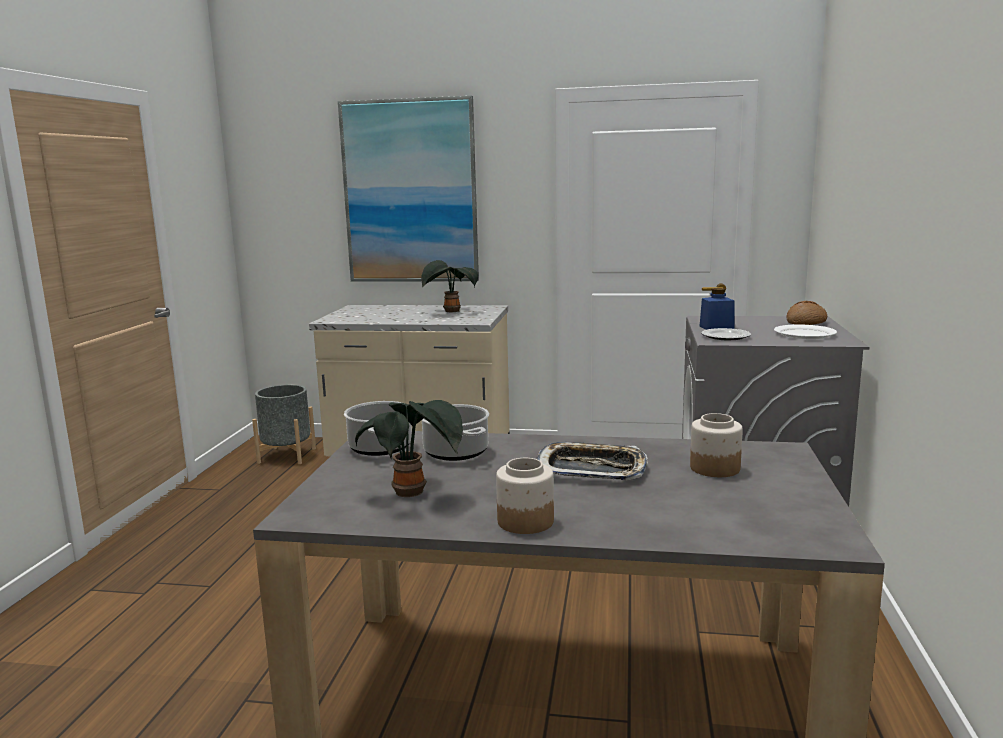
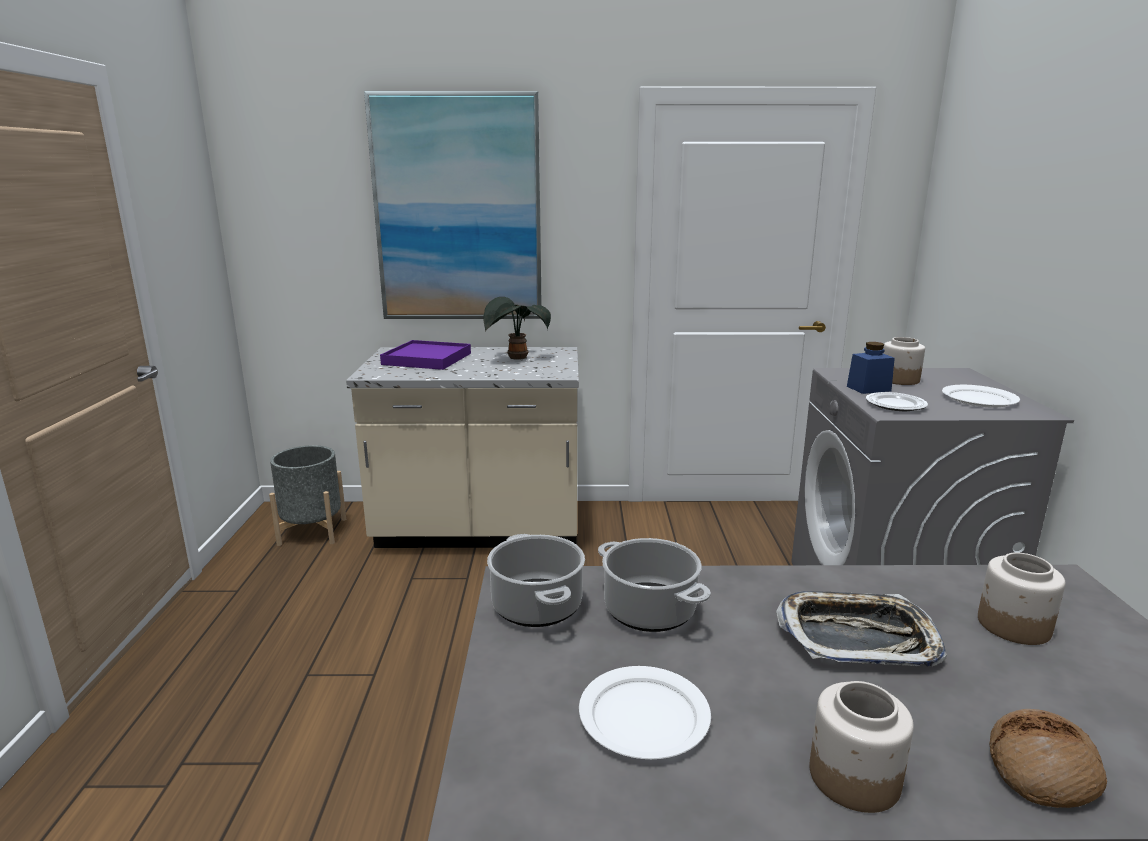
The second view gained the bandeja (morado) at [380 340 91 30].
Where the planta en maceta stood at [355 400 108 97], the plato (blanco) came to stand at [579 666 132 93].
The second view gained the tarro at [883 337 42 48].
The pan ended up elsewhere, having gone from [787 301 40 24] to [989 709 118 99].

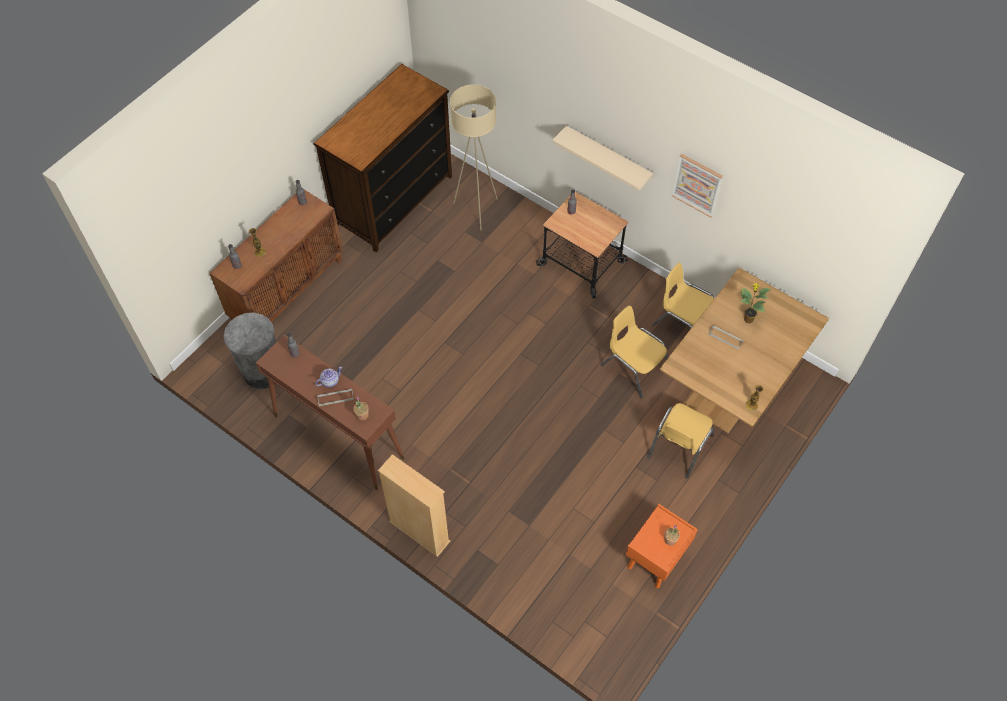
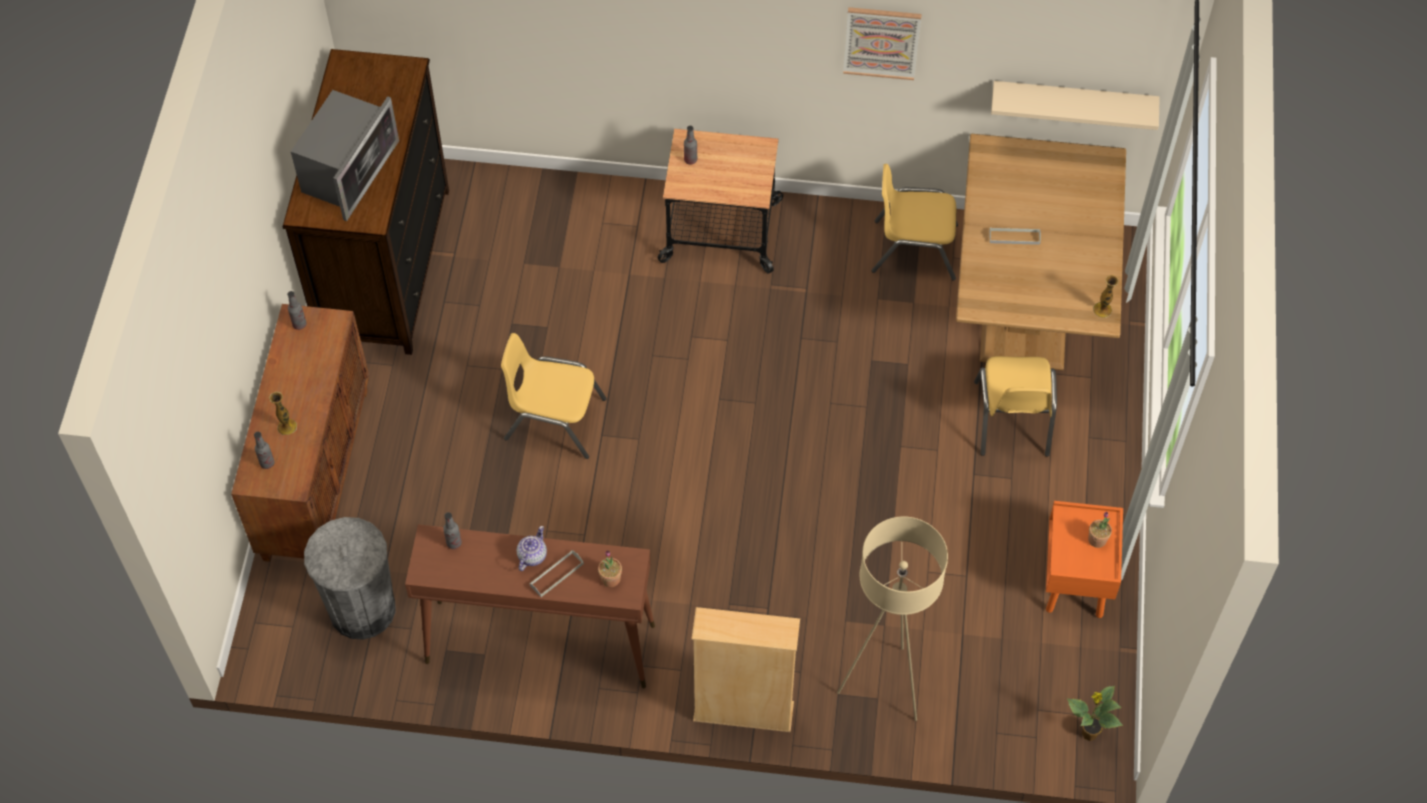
The second view gained the microondas at [291 90 108 131].
The silla (amarillo) ended up elsewhere, having gone from [600 305 68 93] to [501 333 106 126].
The lámpara de pie (beis) ended up elsewhere, having gone from [450 84 48 146] to [837 516 111 205].
The estante (beis) ended up elsewhere, having gone from [552 126 101 65] to [991 81 169 49].
The planta en maceta ended up elsewhere, having gone from [740 283 32 40] to [1067 686 56 55].

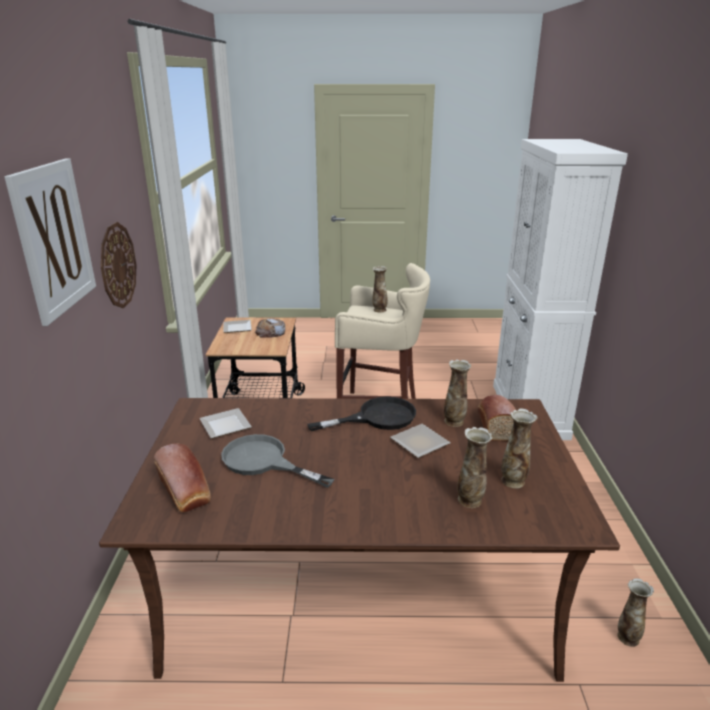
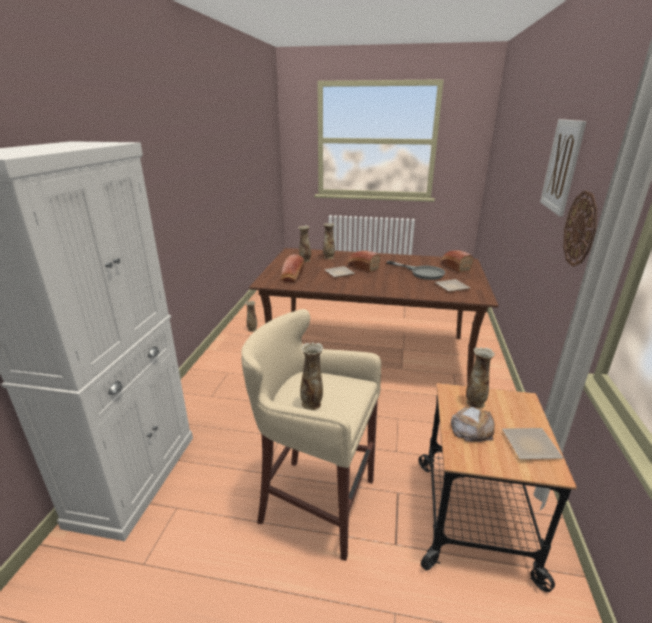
The second view gained the pan at [347 251 34 21].
The florero ended up elsewhere, having gone from [444 359 27 68] to [466 347 29 62].
The second view lost the sartén (negro) at [307 396 109 35].

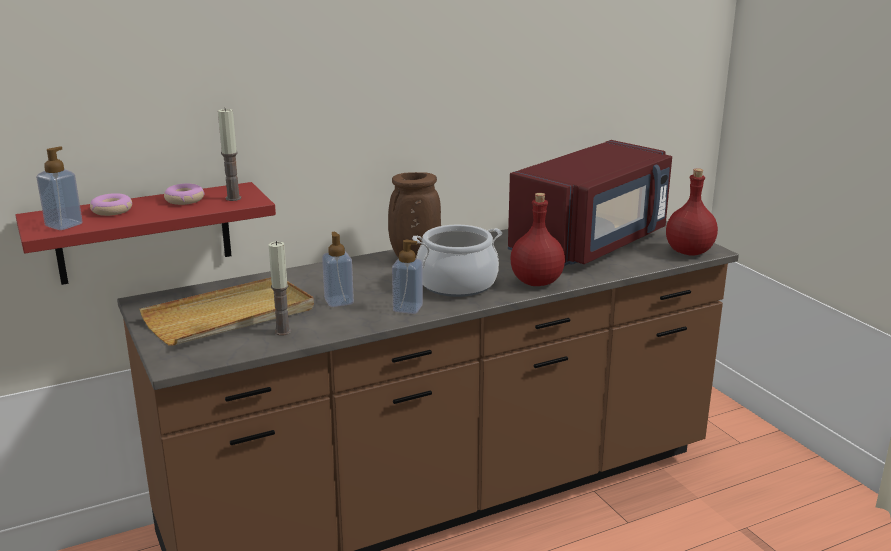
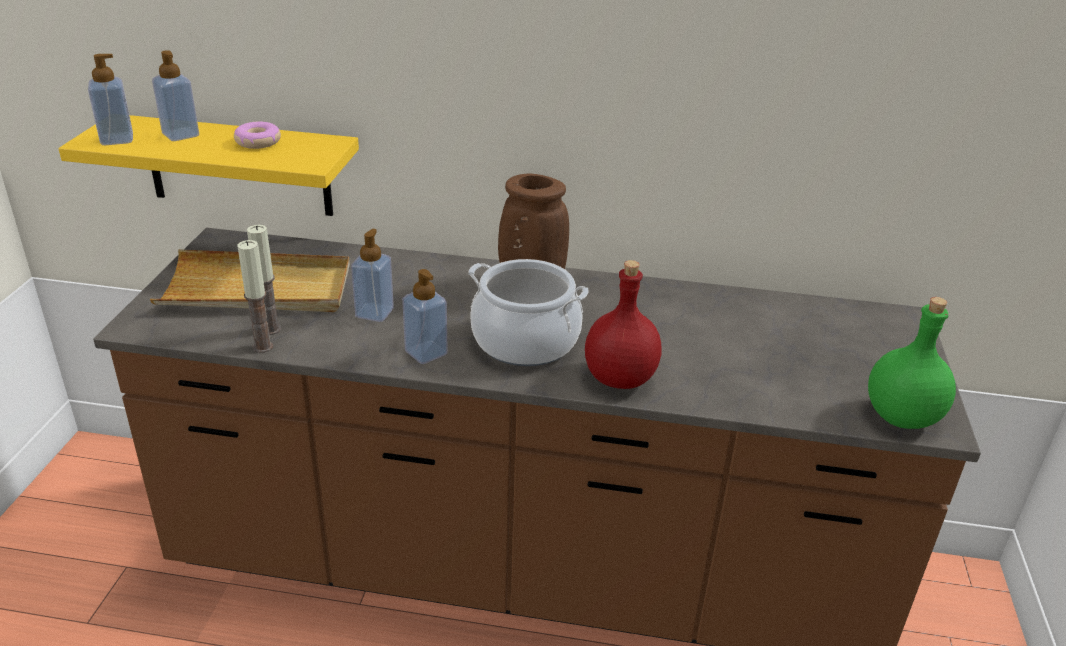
What was the estante (rojo) at [15 182 261 103] turned into the estante (amarillo) at [58 115 301 101].
Where the rosquilla stood at [90 193 42 23], the dispensador de jabón came to stand at [152 50 47 91].
The vela ended up elsewhere, having gone from [218 109 23 92] to [237 240 36 113].
What was the botella (rojo) at [666 168 52 88] turned into the botella (verde) at [868 297 88 132].
The second view lost the microondas (rojo) at [508 140 164 126].

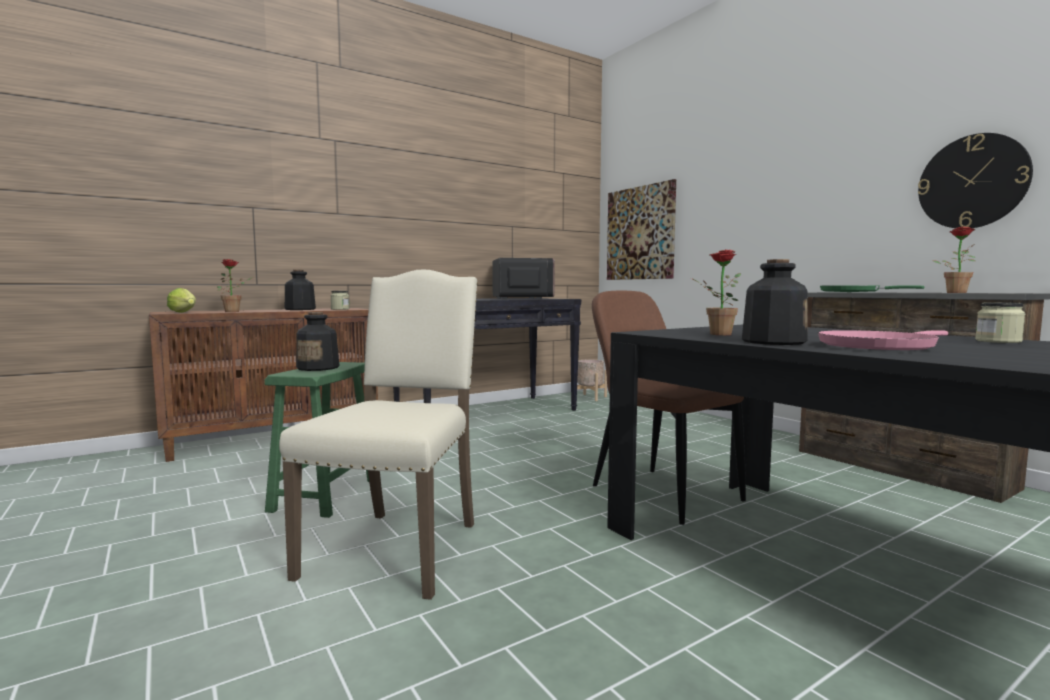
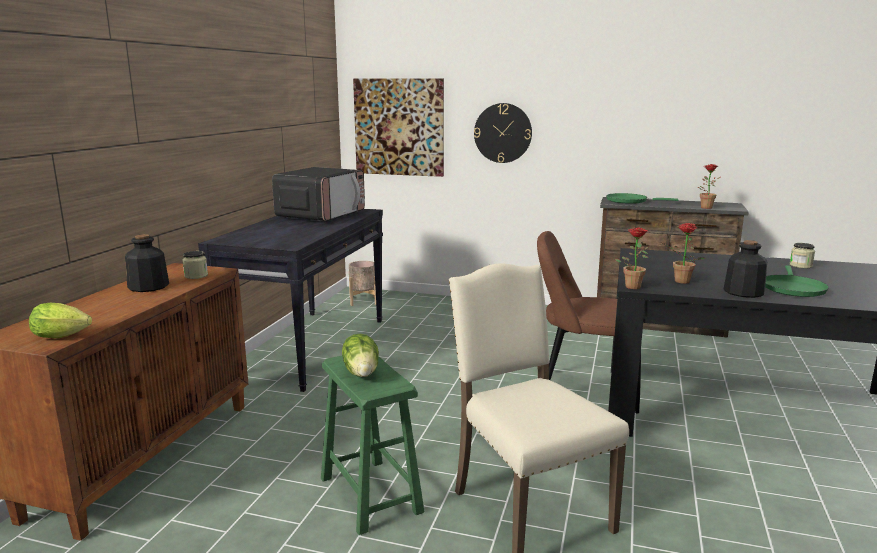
The microondas at [492 258 63 41] ended up facing another way, 75 degrees clockwise from before.
Where the botella stood at [296 312 44 59], the lechuga came to stand at [342 334 37 43].
The reloj de pared ended up elsewhere, having gone from [918 133 115 95] to [474 103 58 60].
The planta en maceta ended up elsewhere, having gone from [217 259 37 53] to [615 228 33 61].
What was the sartén (rosa) at [818 330 130 20] turned into the sartén (verde) at [765 265 64 32].

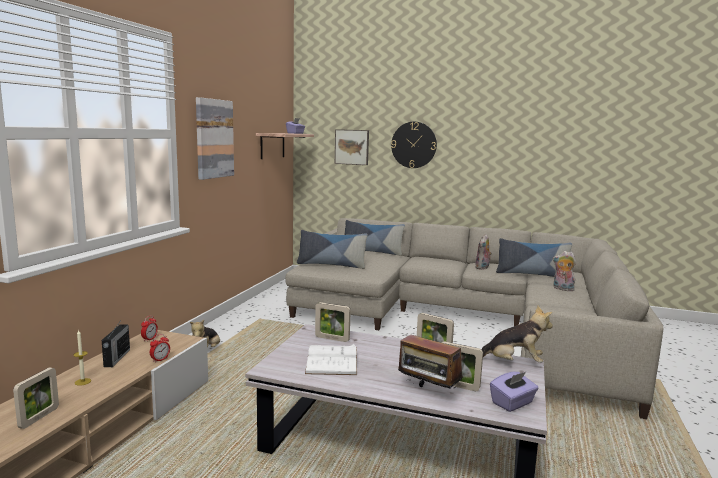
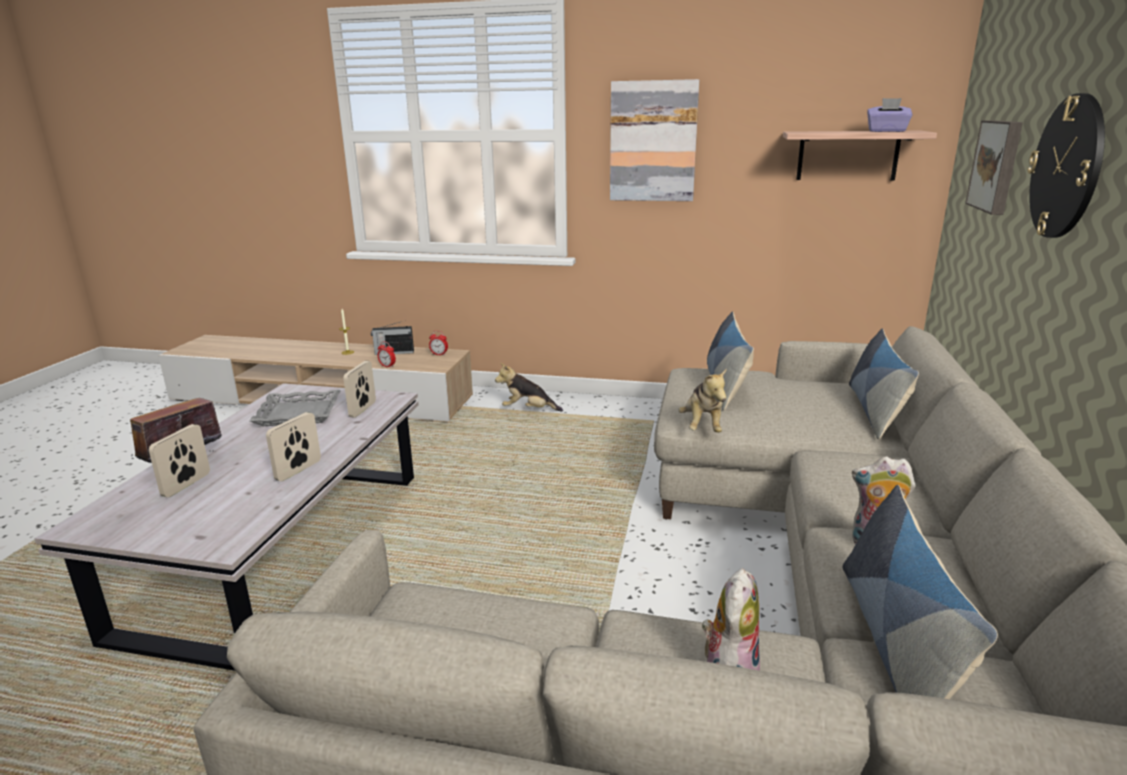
Where the libro (blanco) stood at [305 344 52 31], the bandeja (gris) came to stand at [249 390 92 36].
The peluche ended up elsewhere, having gone from [481 305 72 58] to [679 368 48 64].
The second view lost the portarretratos at [13 367 46 62].
The second view lost the caja de pañuelos (morado) at [490 372 48 40].

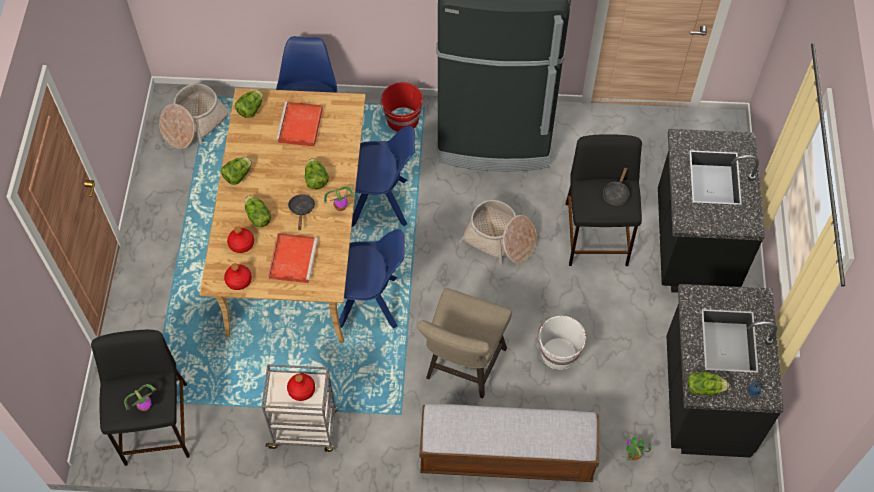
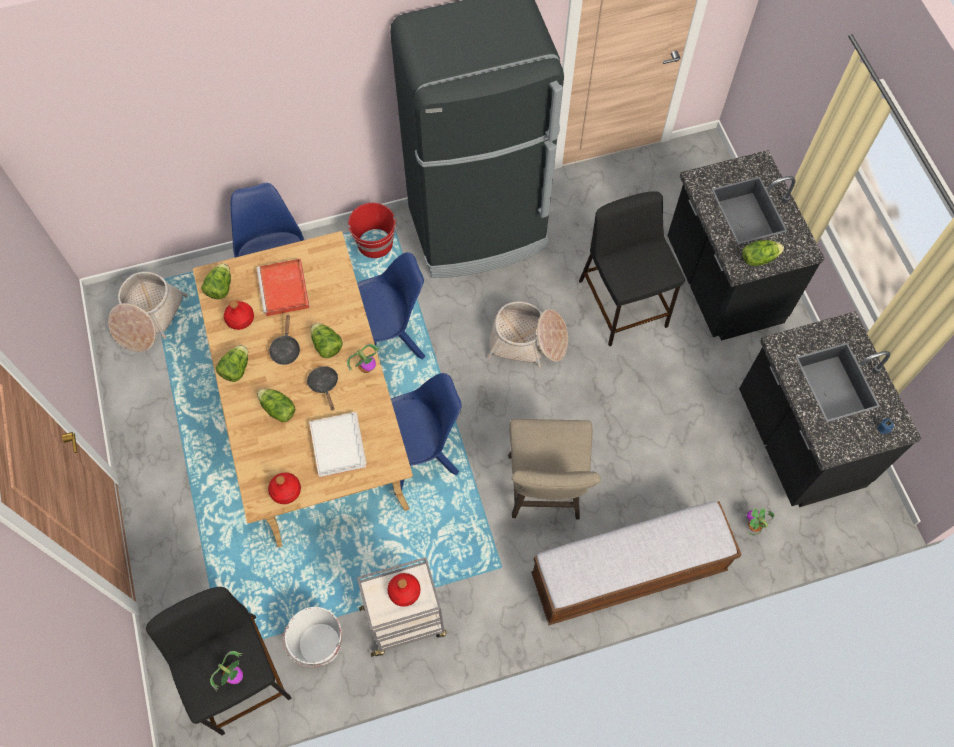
The botella (rojo) ended up elsewhere, having gone from [227 226 27 27] to [224 300 30 30].
The sartén (negro) ended up elsewhere, having gone from [603 168 26 38] to [269 315 31 50].
The cubo (blanco) ended up elsewhere, having gone from [537 316 49 54] to [283 607 59 60].
What was the bandeja (rojo) at [268 233 50 50] turned into the bandeja (blanco) at [309 412 58 65].
The lechuga ended up elsewhere, having gone from [687 372 42 24] to [742 240 42 26].

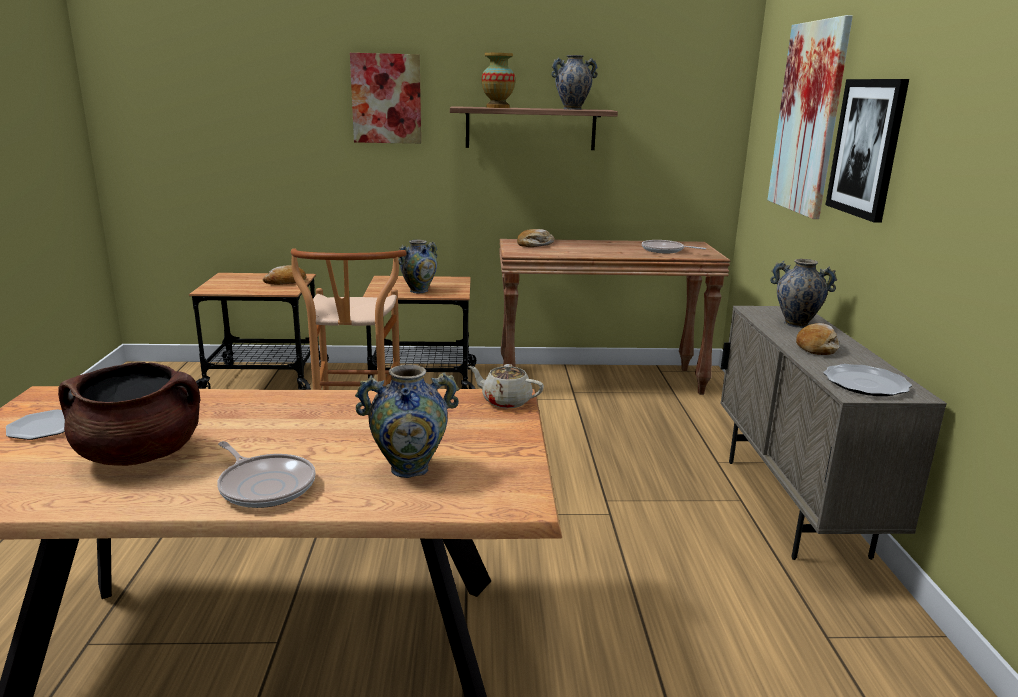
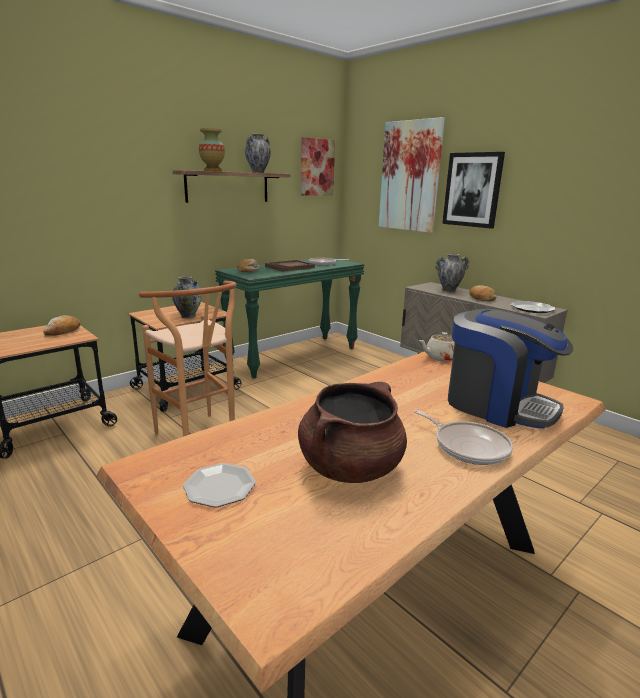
What was the mesa consola (marrón) at [499 239 231 156] turned into the mesa consola (verde) at [215 257 149 122].
The second view gained the bandeja (marrón) at [265 260 50 12].
The cuadro ended up elsewhere, having gone from [350 53 71 91] to [301 137 34 58].
The sartén at [217 441 99 67] ended up facing another way, 45 degrees clockwise from before.
Where the florero stood at [355 364 104 114], the cafetera came to stand at [448 309 125 120].

